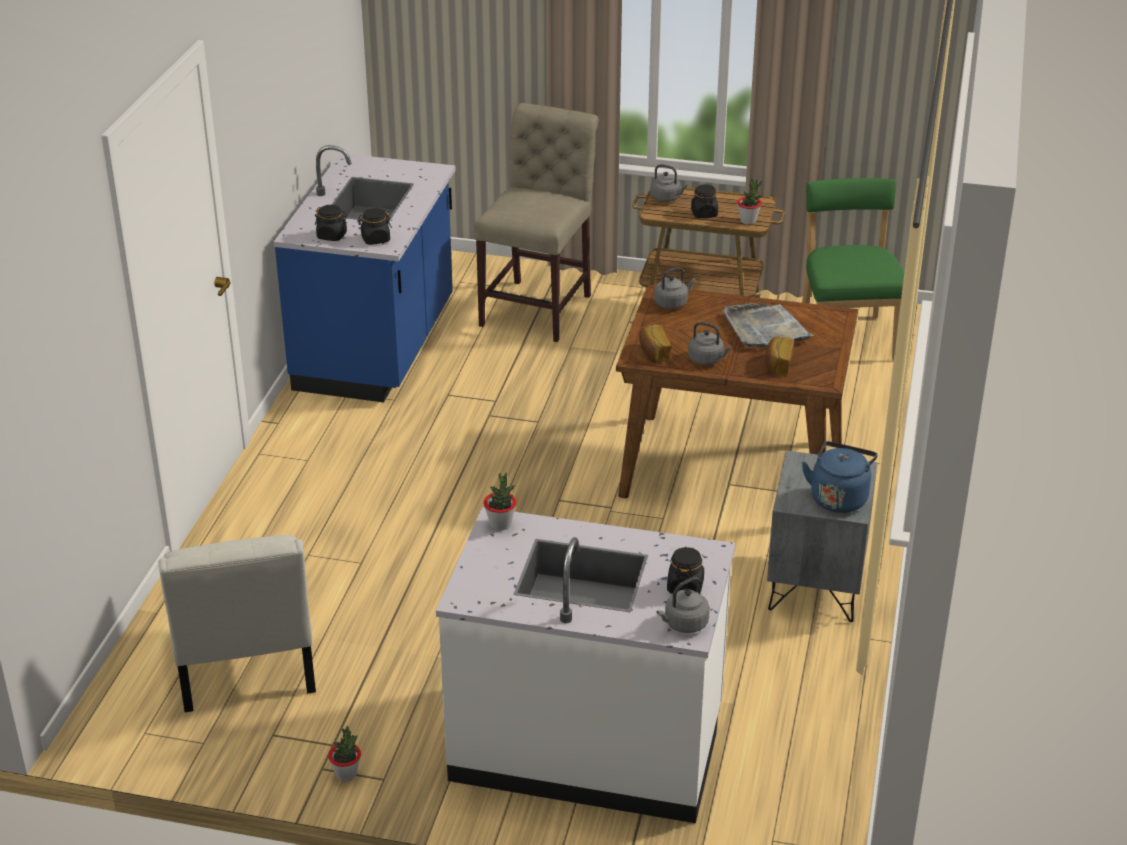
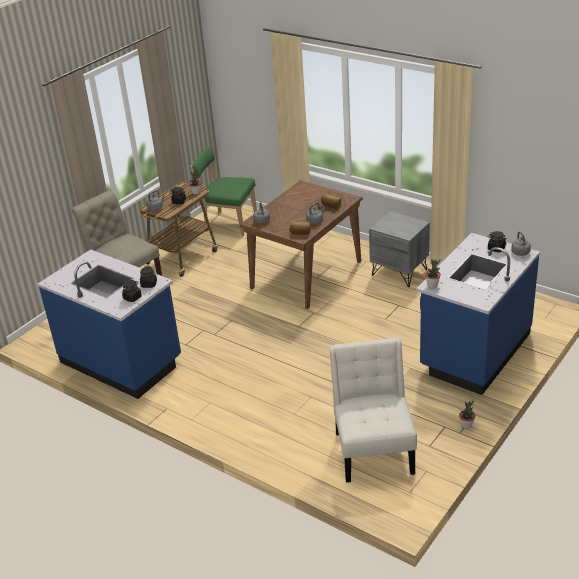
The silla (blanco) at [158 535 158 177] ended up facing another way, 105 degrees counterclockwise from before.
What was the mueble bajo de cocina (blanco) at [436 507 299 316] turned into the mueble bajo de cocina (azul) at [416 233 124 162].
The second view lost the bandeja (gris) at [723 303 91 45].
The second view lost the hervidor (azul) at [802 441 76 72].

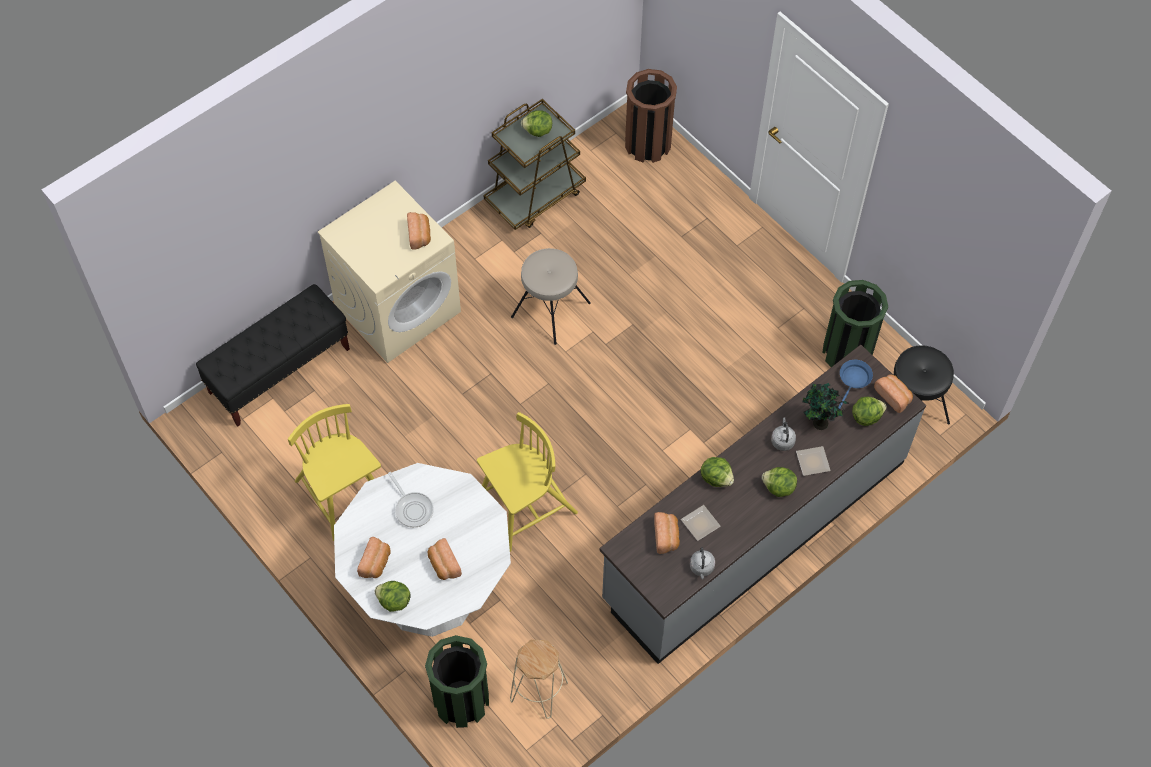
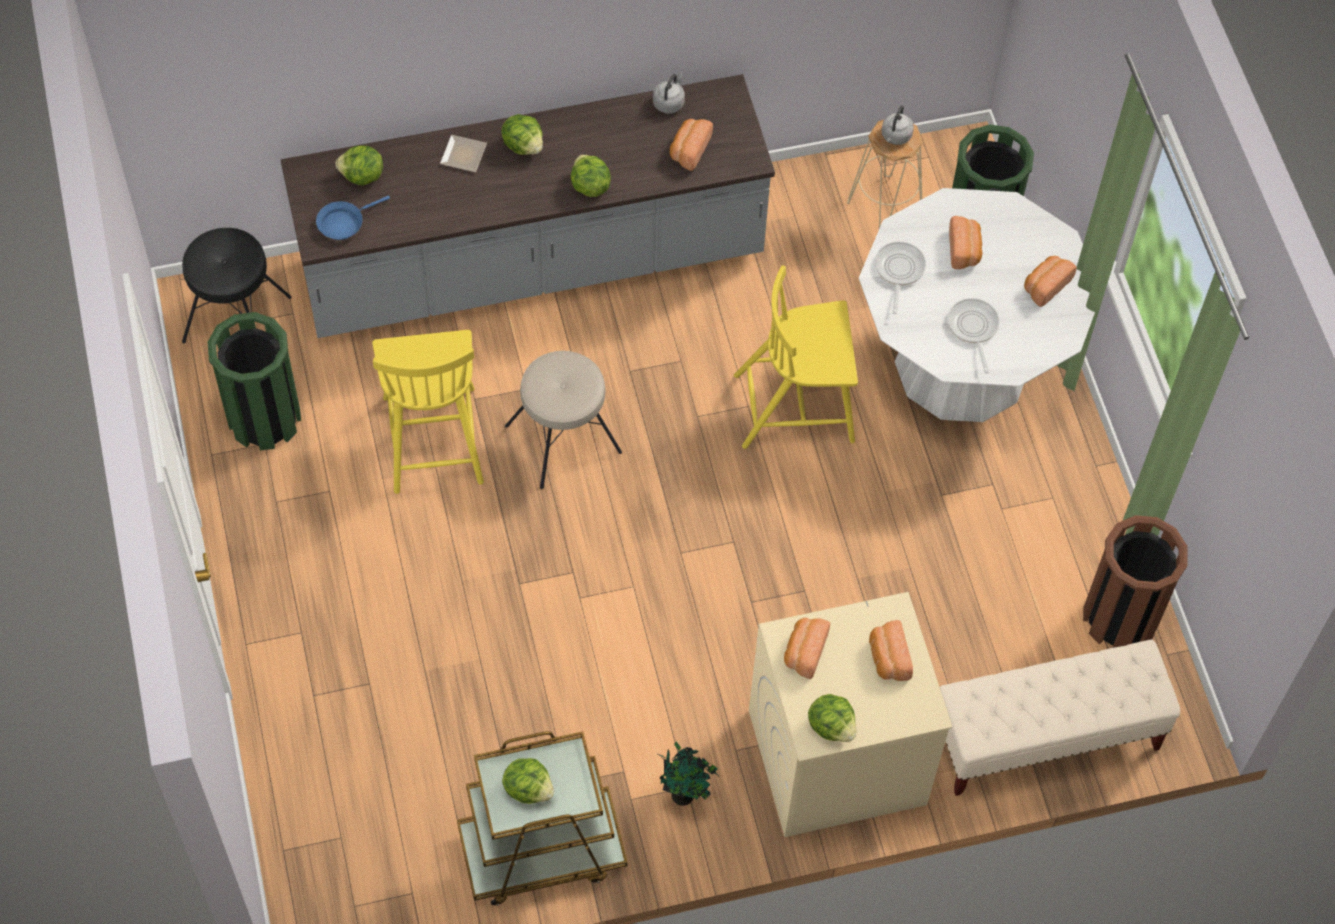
The silla (amarillo) ended up elsewhere, having gone from [288 404 93 137] to [372 330 112 164].
The taburete (beis) ended up elsewhere, having gone from [511 248 80 97] to [505 351 117 138].
The planta en maceta ended up elsewhere, having gone from [803 383 46 47] to [658 741 60 65].
The lechuga ended up elsewhere, having gone from [375 581 35 31] to [808 694 48 48].
The pan ended up elsewhere, having gone from [874 374 39 39] to [869 620 44 61].
The second view gained the sartén at [875 241 51 73].
The hervidor (gris) ended up elsewhere, having gone from [771 417 25 34] to [881 105 33 40].
What was the banco (negro) at [196 284 154 143] turned into the banco (beis) at [940 640 240 156].
The papelera (marrón) ended up elsewhere, having gone from [625 69 52 94] to [1083 515 105 133].
The second view lost the plato at [681 505 40 36].

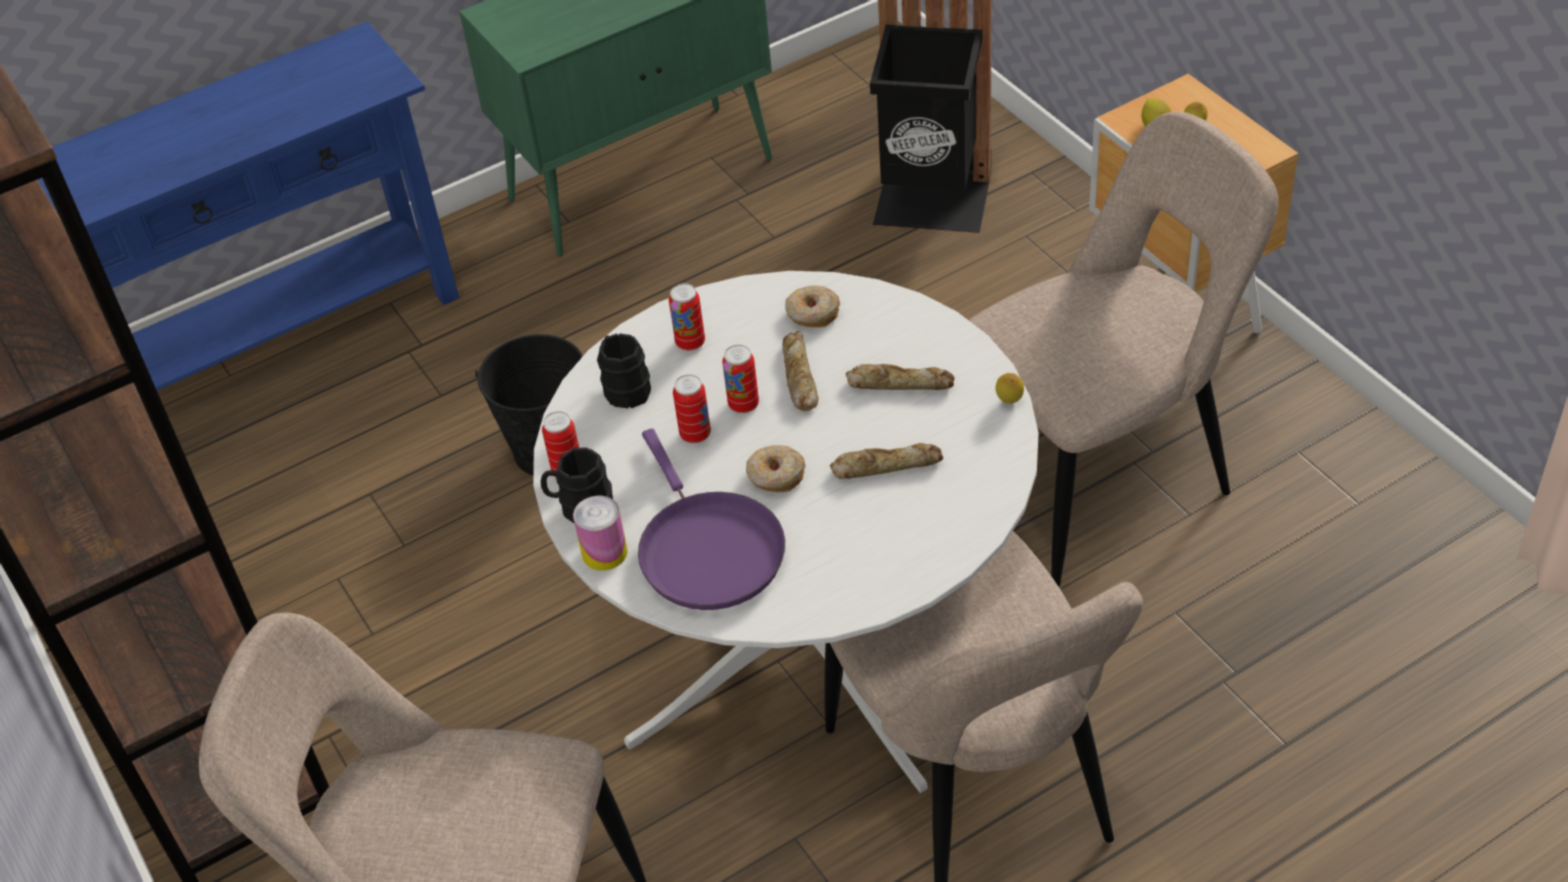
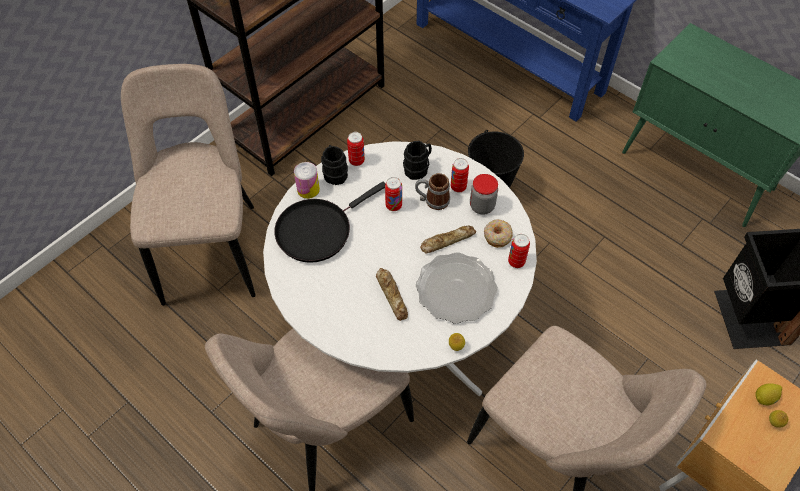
What was the sartén (morado) at [638 429 147 181] turned into the sartén (negro) at [274 182 112 81].
The second view gained the taza grande at [415 173 35 37].
Where the pan stood at [846 364 108 26], the plato came to stand at [416 252 82 72].
The second view gained the tarro at [470 174 28 40].
The lata ended up elsewhere, having gone from [722 345 37 68] to [508 234 22 34].
The second view lost the rosquilla at [746 445 60 47].

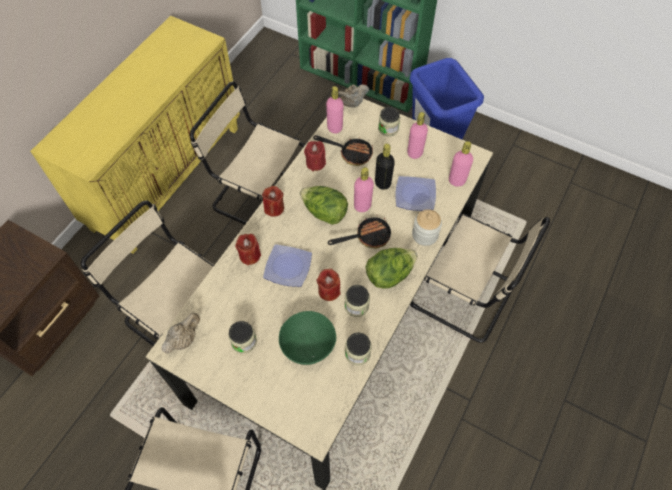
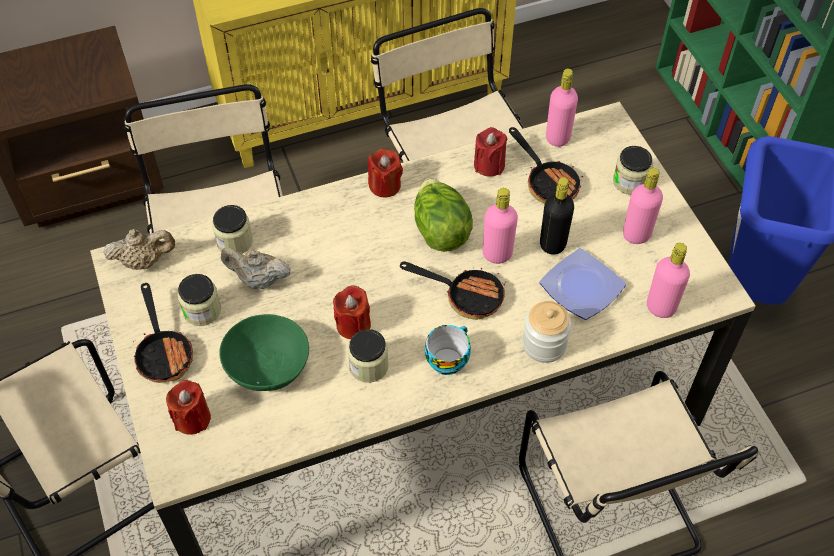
The second view gained the sartén at [133 283 60 100].
The vela (rojo) ended up elsewhere, having gone from [235 234 26 32] to [166 380 45 55].
The tarro ended up elsewhere, having gone from [345 332 27 33] to [212 205 41 49].
The tetera (beis) ended up elsewhere, having gone from [338 84 31 24] to [221 247 70 42].
Where the lechuga stood at [365 248 53 41], the taza came to stand at [425 325 46 50].
The second view lost the plato at [263 244 49 43].

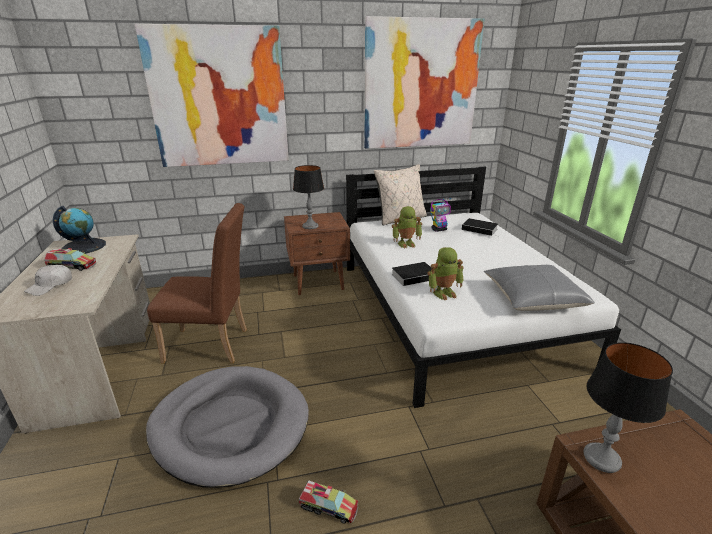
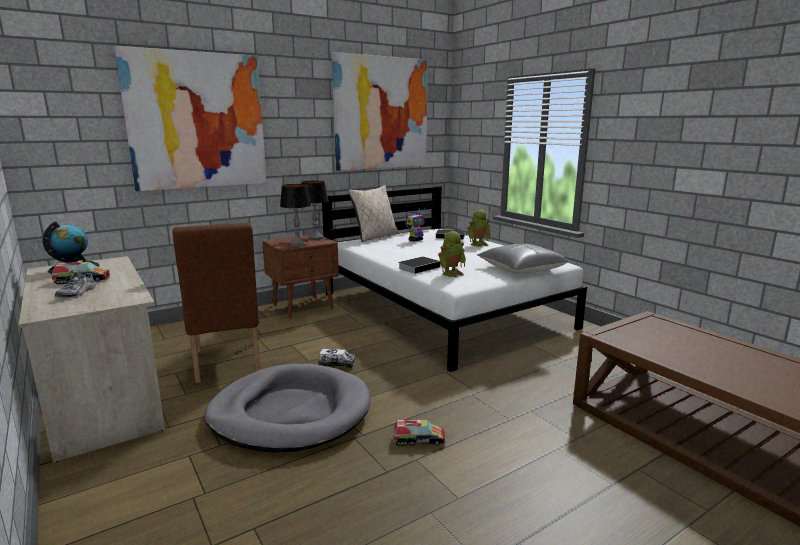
Where the gorra (blanco) stood at [24 265 48 31], the zapato came to stand at [55 270 41 28].
The silla (marrón) at [147 203 100 161] ended up facing another way, 90 degrees clockwise from before.
The lámpara de mesa ended up elsewhere, having gone from [584 342 89 131] to [301 181 28 59].
The second view gained the camión de juguete at [318 349 38 20].
The robot de juguete ended up elsewhere, having gone from [392 206 30 42] to [467 210 24 37].

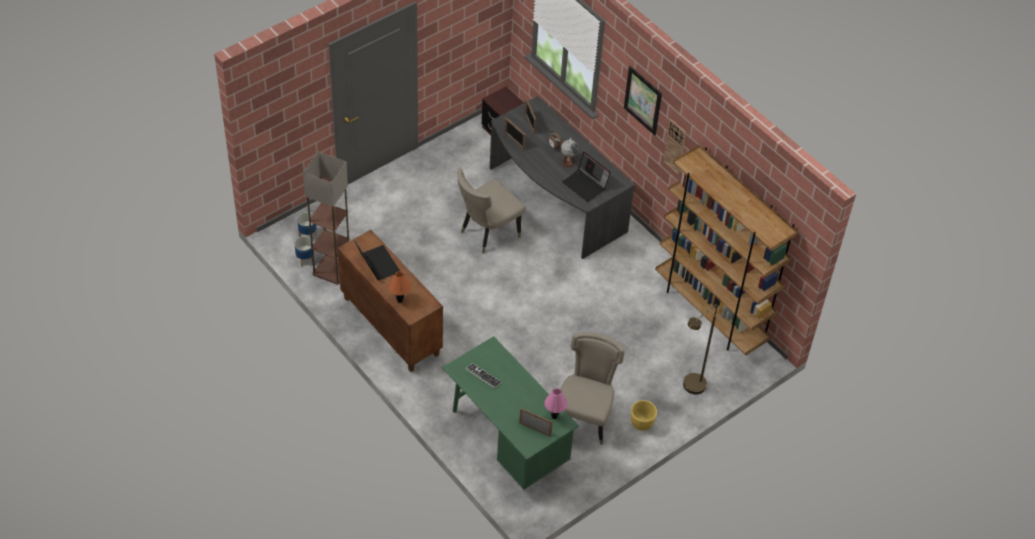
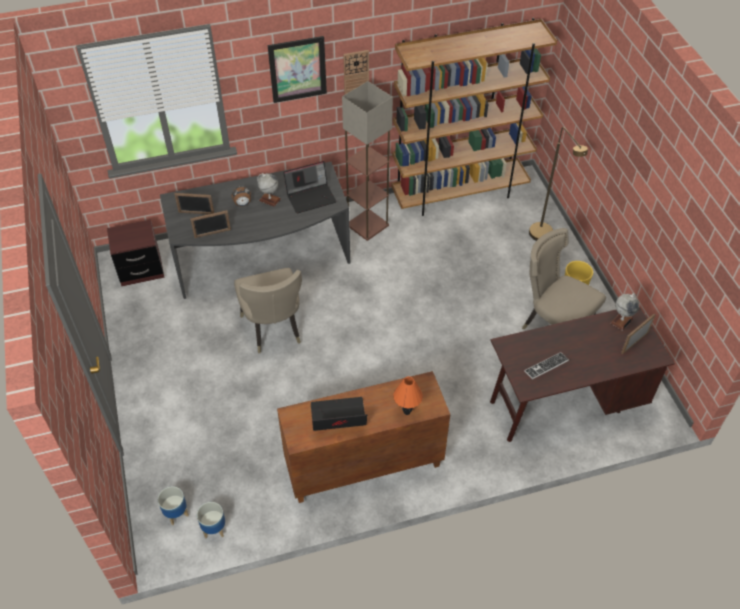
The lámpara de pie ended up elsewhere, having gone from [303 152 47 133] to [342 81 51 160].
What was the escritorio (verde) at [442 336 137 154] turned into the escritorio (marrón) at [490 307 185 135].
Where the lámpara de mesa (rosa) stood at [544 388 23 31], the globo terráqueo came to stand at [610 293 29 38].

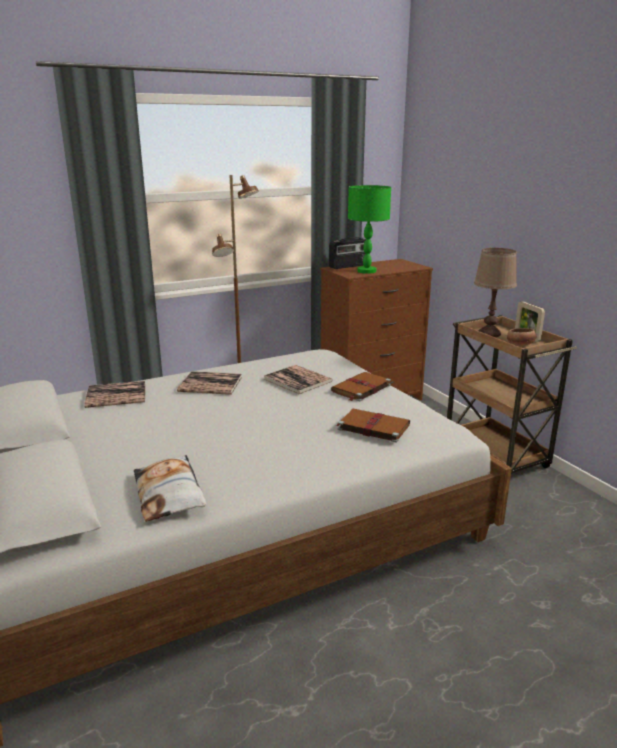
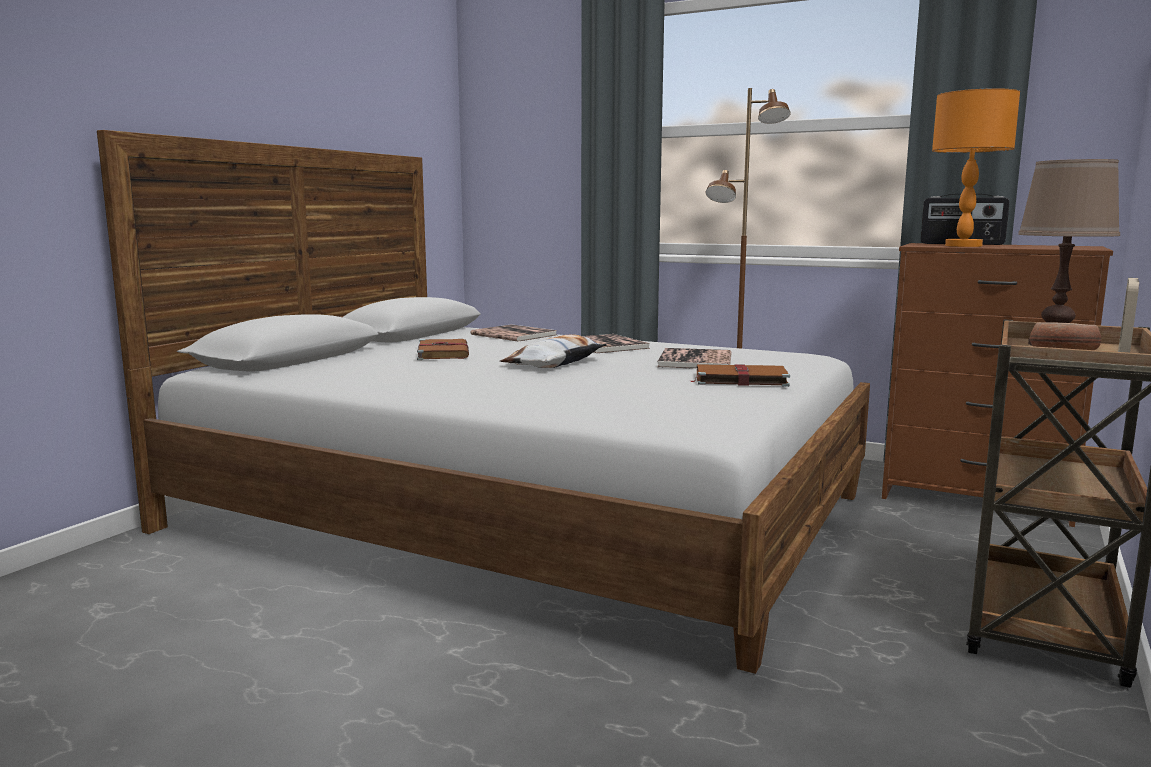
The libro (marrón) ended up elsewhere, having gone from [336 409 74 34] to [417 339 52 21].
The cojín ended up elsewhere, having gone from [134 455 72 67] to [500 335 107 33].
What was the lámpara de mesa (verde) at [348 185 43 89] turned into the lámpara de mesa (naranja) at [932 88 88 159].

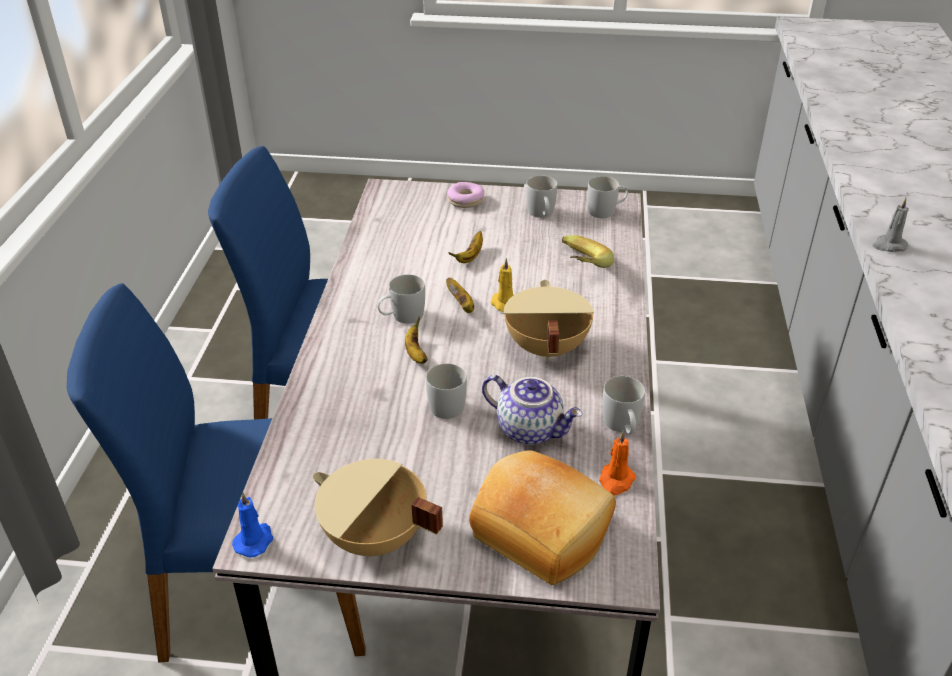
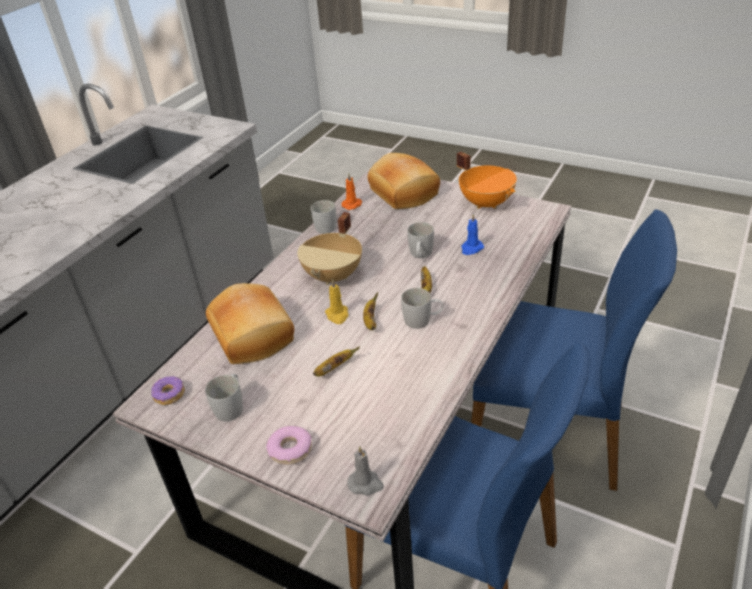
Where the taza grande (blanco) stood at [587 176 41 42], the rosquilla came to stand at [151 376 34 29].
Where the plátano stood at [562 235 52 33], the pan came to stand at [206 283 88 81].
The vela (gris) ended up elsewhere, having gone from [872 198 37 54] to [347 446 37 50].
What was the olla (beis) at [313 459 130 97] turned into the olla (naranja) at [457 152 60 57].
The vela (azul) ended up elsewhere, having gone from [232 493 42 65] to [461 213 23 42].
The second view lost the tetera at [482 375 100 70].

